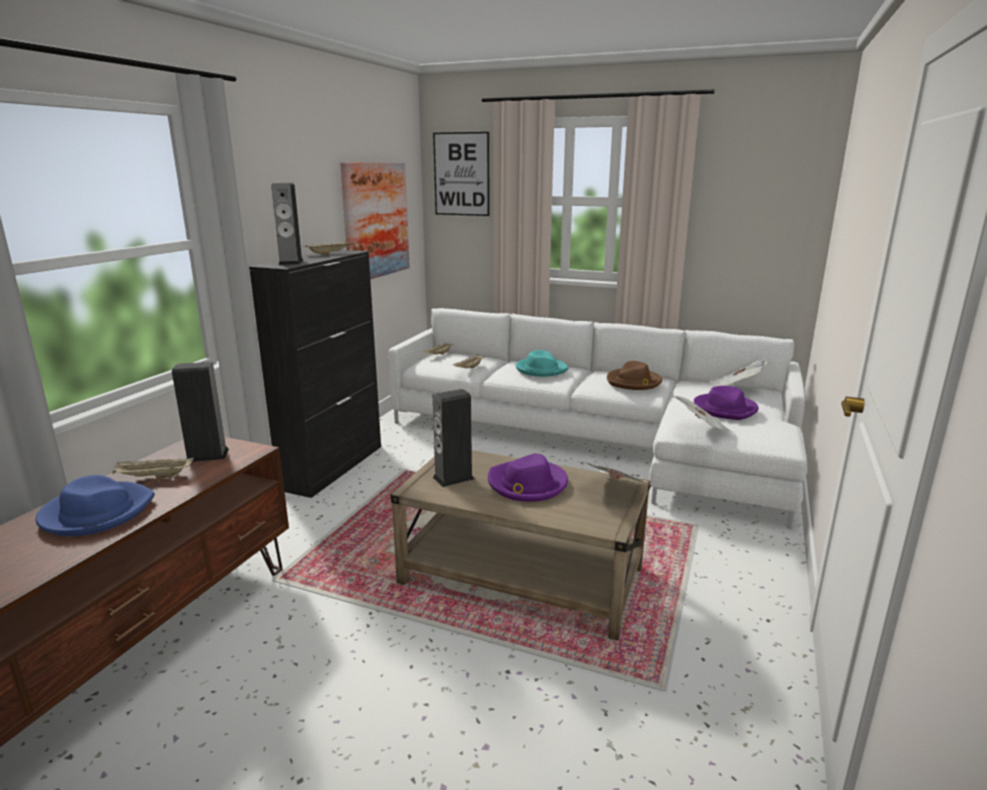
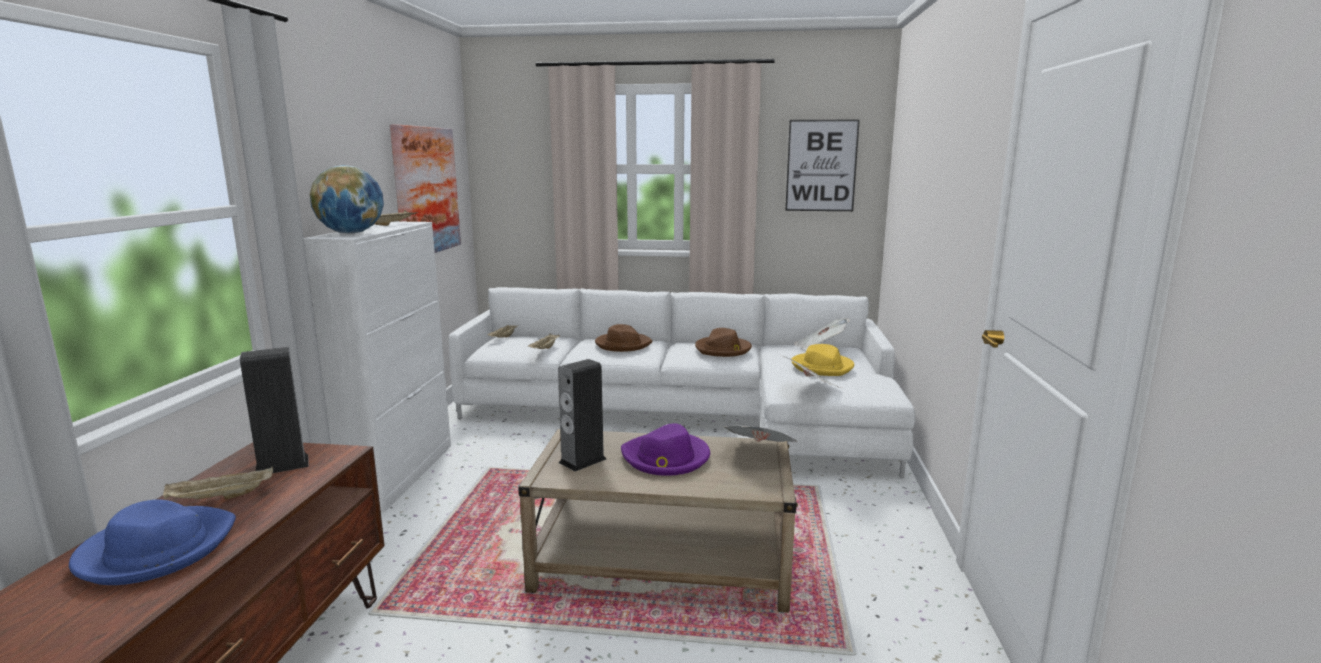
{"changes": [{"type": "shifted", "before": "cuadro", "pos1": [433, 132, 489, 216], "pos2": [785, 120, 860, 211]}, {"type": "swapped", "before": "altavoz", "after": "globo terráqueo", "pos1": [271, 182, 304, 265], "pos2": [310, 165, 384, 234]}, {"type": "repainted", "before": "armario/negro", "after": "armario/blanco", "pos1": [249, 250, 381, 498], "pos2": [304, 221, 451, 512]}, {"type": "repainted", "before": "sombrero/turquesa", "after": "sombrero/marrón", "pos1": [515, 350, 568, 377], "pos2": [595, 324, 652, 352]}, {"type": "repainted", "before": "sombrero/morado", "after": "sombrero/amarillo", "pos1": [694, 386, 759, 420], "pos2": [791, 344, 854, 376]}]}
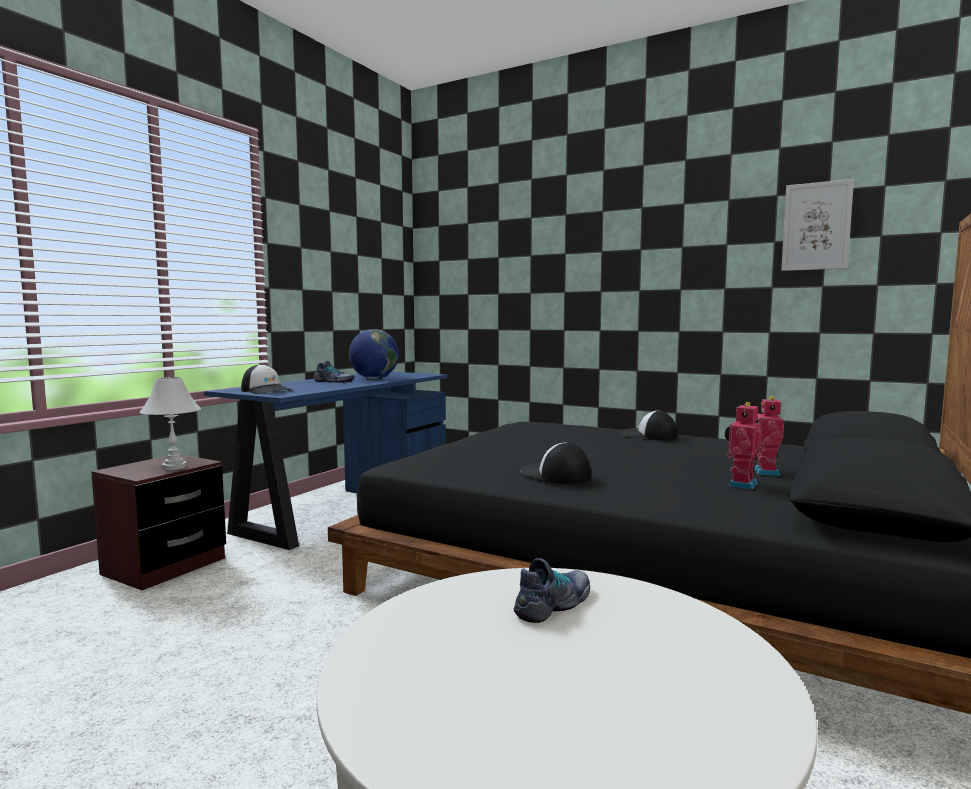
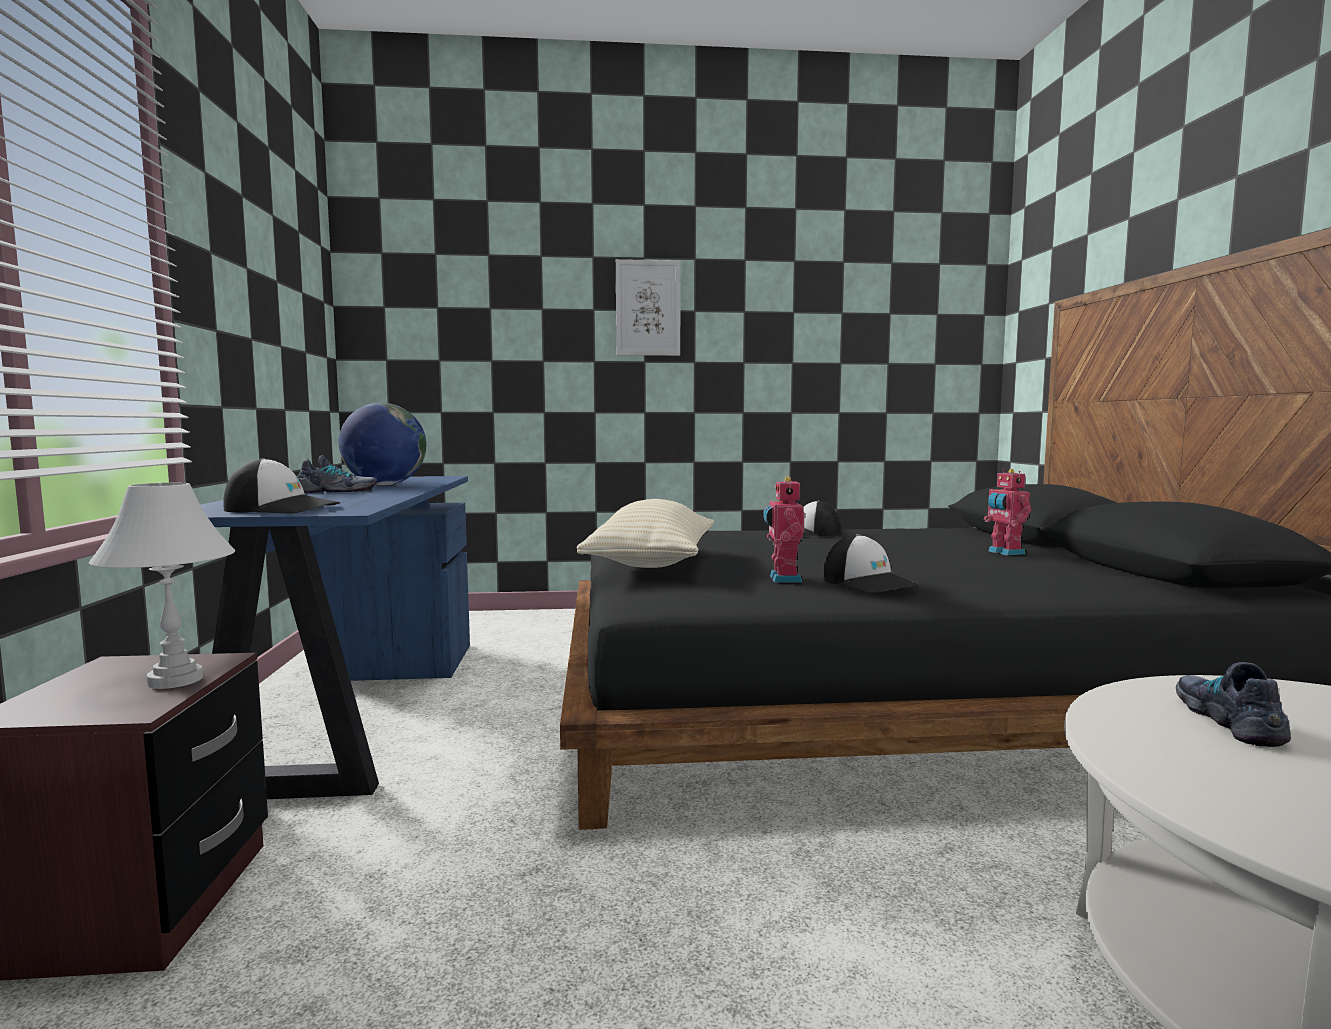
{"changes": [{"type": "shifted", "before": "cuadro", "pos1": [781, 179, 854, 271], "pos2": [616, 259, 681, 356]}, {"type": "shifted", "before": "robot de juguete", "pos1": [725, 402, 761, 490], "pos2": [763, 477, 805, 582]}, {"type": "rotated", "before": "gorra", "pos1": [520, 442, 591, 484], "pos2": [823, 534, 919, 593], "turn": -135}, {"type": "new", "after": "cojín/beis", "pos2": [577, 499, 714, 568]}]}
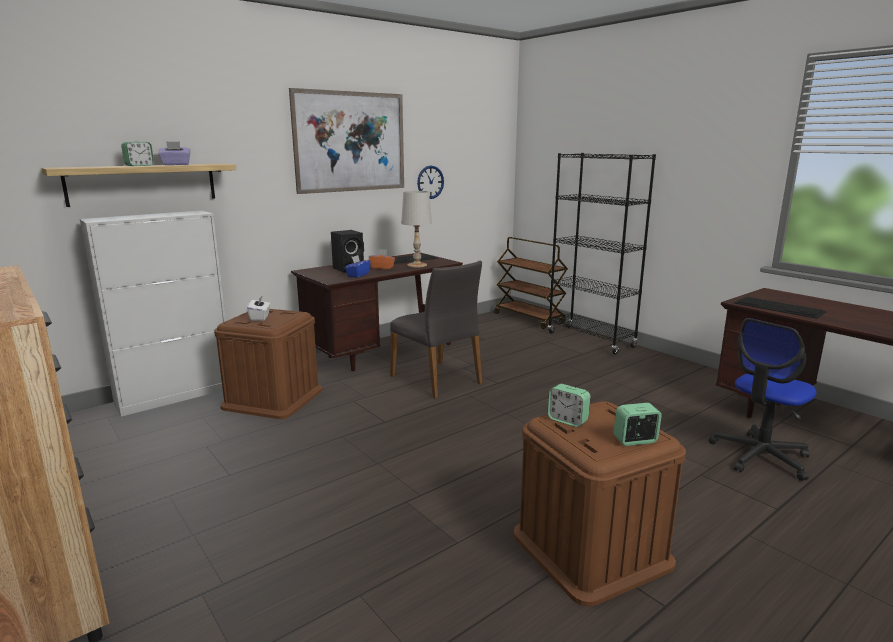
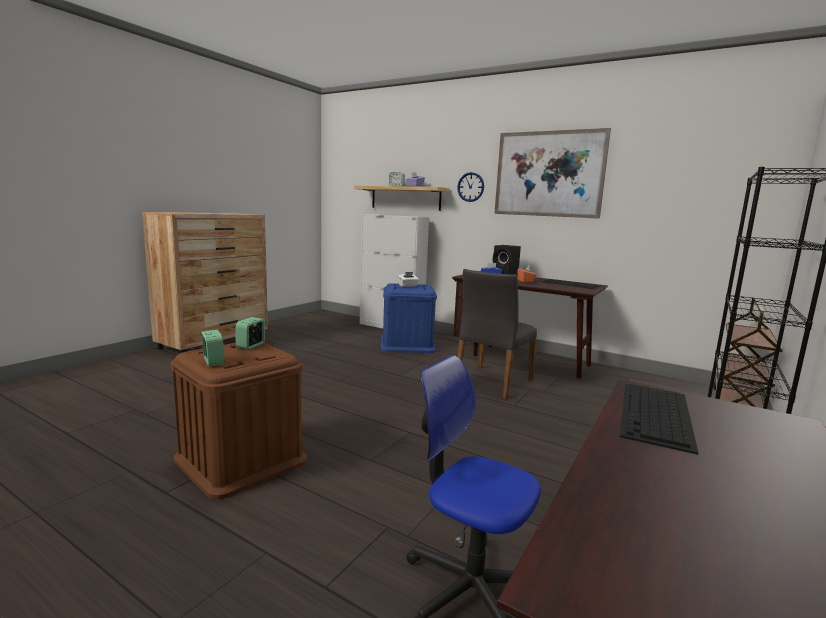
{"changes": [{"type": "shifted", "before": "reloj de pared", "pos1": [417, 166, 444, 199], "pos2": [457, 172, 484, 202]}, {"type": "gone", "before": "lámpara de mesa/blanco", "pos1": [401, 191, 432, 268]}, {"type": "repainted", "before": "caja de almacenaje/marrón", "after": "caja de almacenaje/azul", "pos1": [214, 309, 322, 419], "pos2": [381, 283, 437, 353]}]}
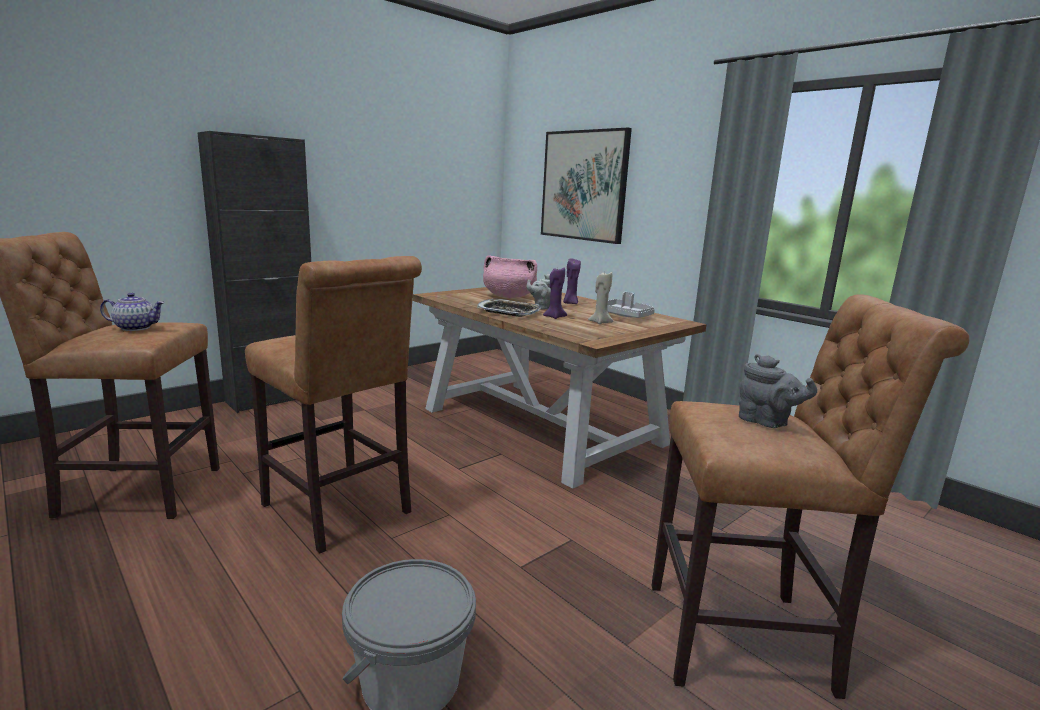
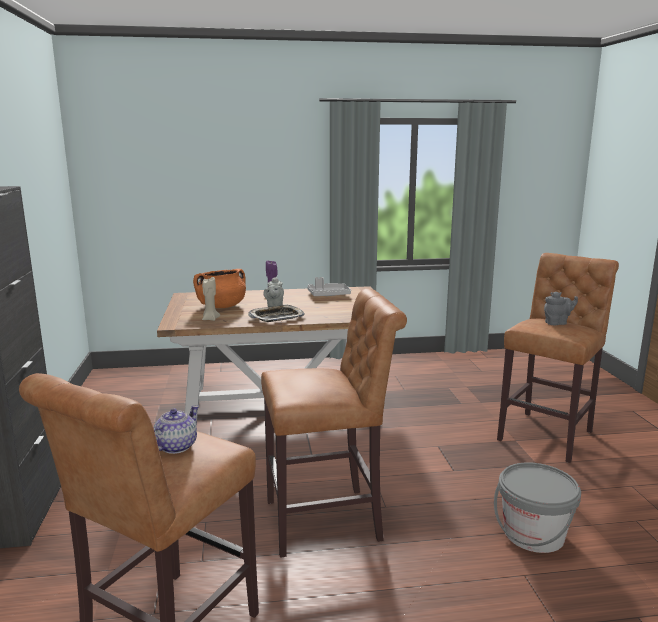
{"changes": [{"type": "gone", "before": "cuadro", "pos1": [541, 128, 632, 244]}, {"type": "repainted", "before": "olla/rosa", "after": "olla/naranja", "pos1": [483, 255, 537, 298], "pos2": [193, 269, 246, 308]}, {"type": "gone", "before": "vela/morado", "pos1": [543, 268, 567, 319]}, {"type": "shifted", "before": "vela/beis", "pos1": [588, 272, 613, 324], "pos2": [202, 277, 220, 321]}]}
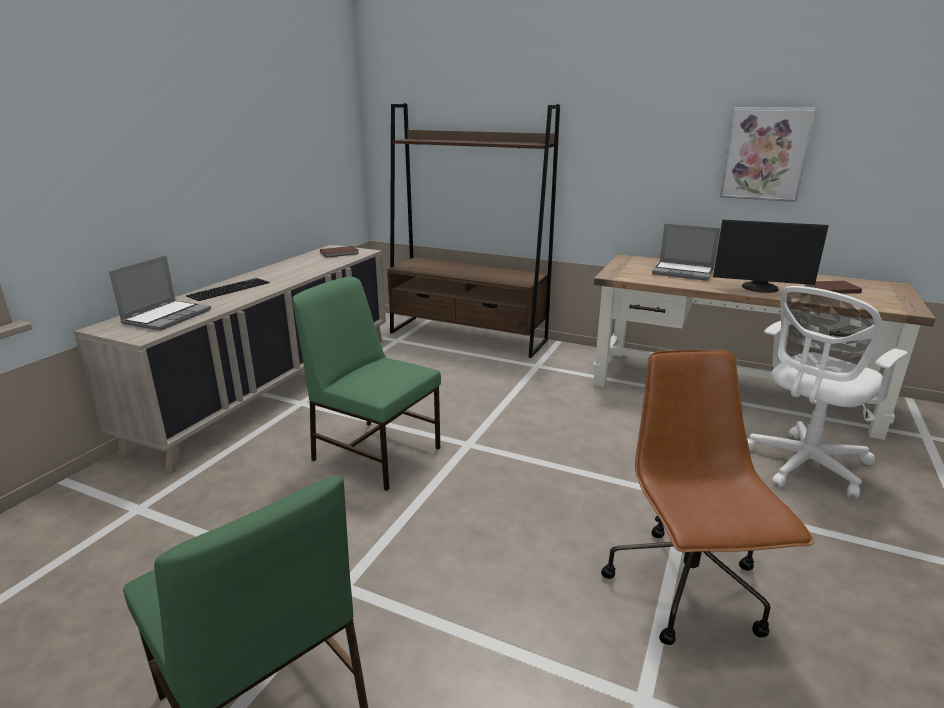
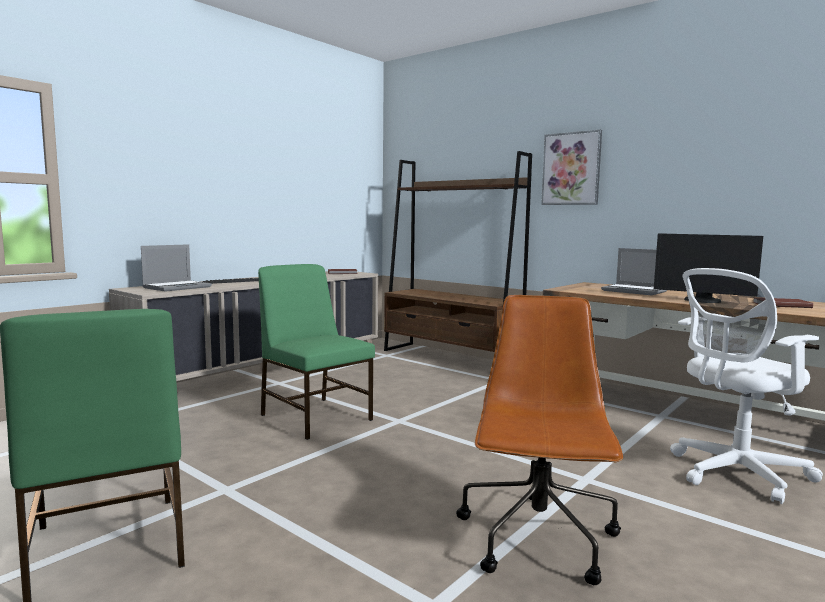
{"changes": [{"type": "shifted", "before": "cuadro", "pos1": [720, 107, 816, 202], "pos2": [541, 130, 602, 205]}]}
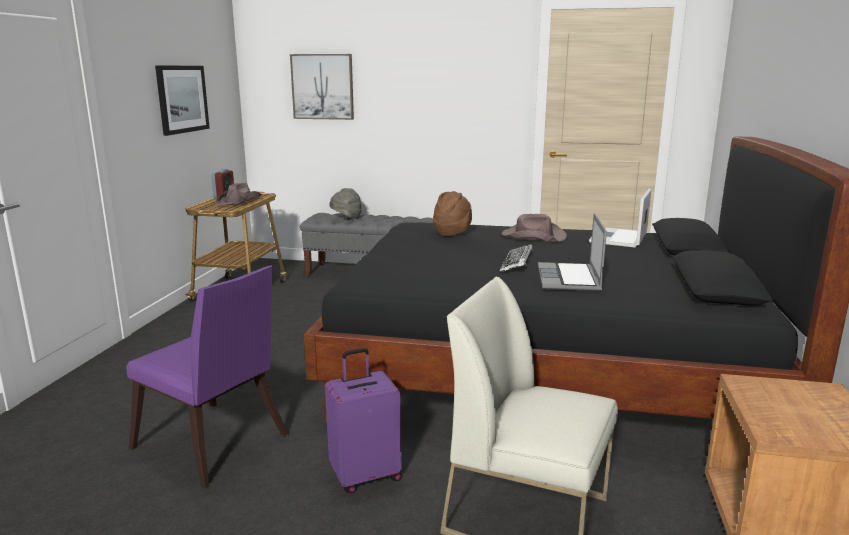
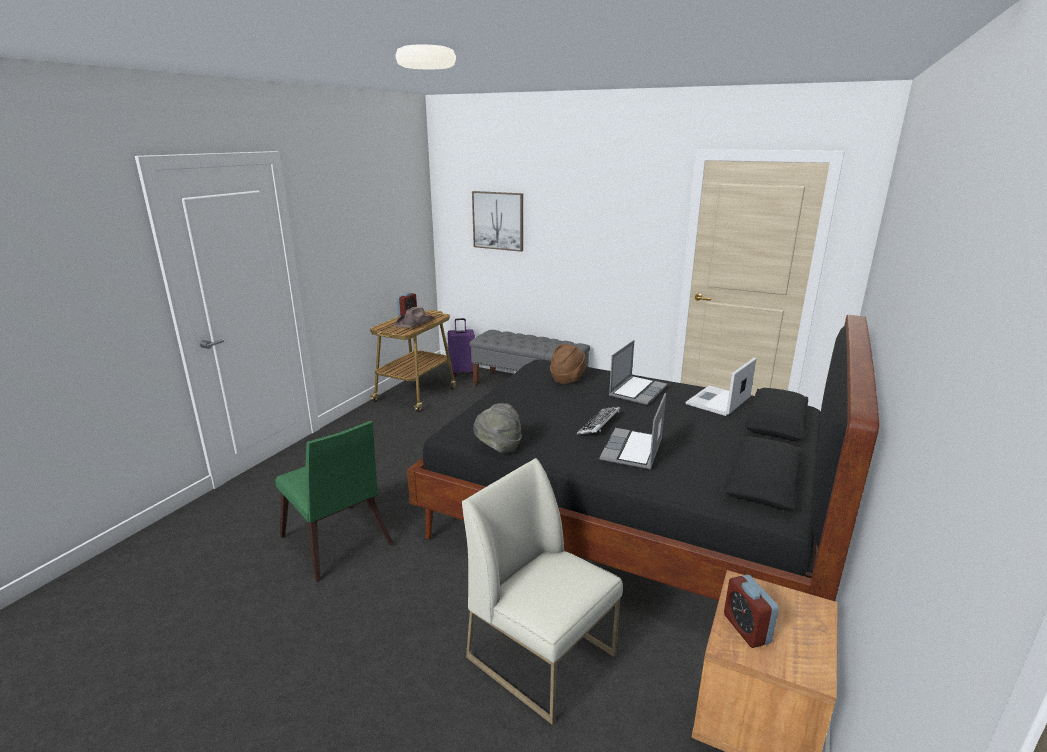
{"changes": [{"type": "gone", "before": "cuadro", "pos1": [155, 65, 210, 136]}, {"type": "shifted", "before": "sombrero/gris", "pos1": [329, 188, 362, 219], "pos2": [473, 403, 522, 453]}, {"type": "swapped", "before": "sombrero/marrón", "after": "portátil", "pos1": [502, 214, 567, 241], "pos2": [609, 340, 667, 405]}, {"type": "repainted", "before": "silla/morado", "after": "silla/verde", "pos1": [126, 266, 288, 489], "pos2": [275, 421, 394, 582]}, {"type": "shifted", "before": "maleta/morado", "pos1": [325, 348, 402, 493], "pos2": [447, 318, 475, 376]}, {"type": "new", "after": "despertador", "pos2": [724, 574, 779, 648]}]}
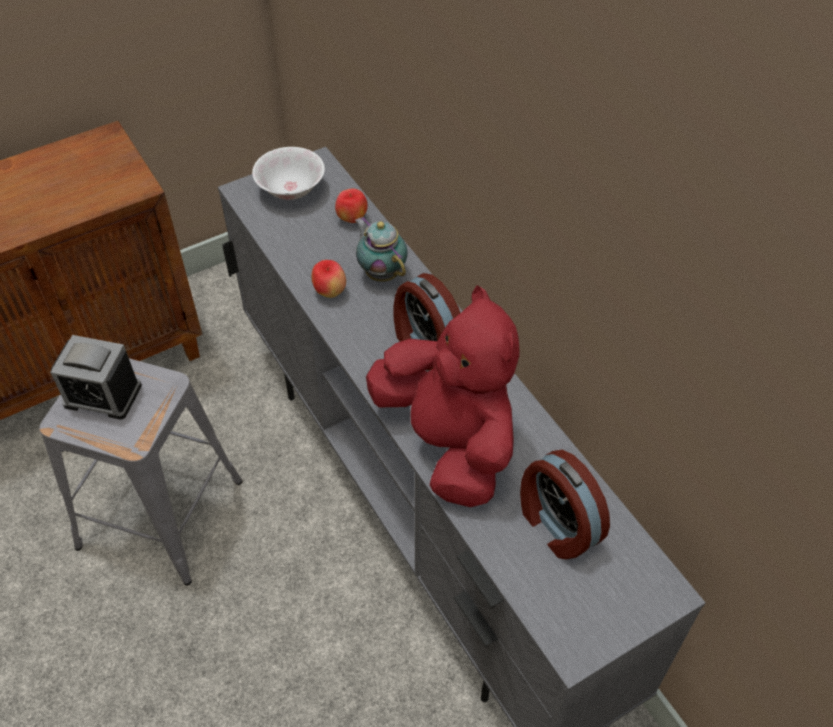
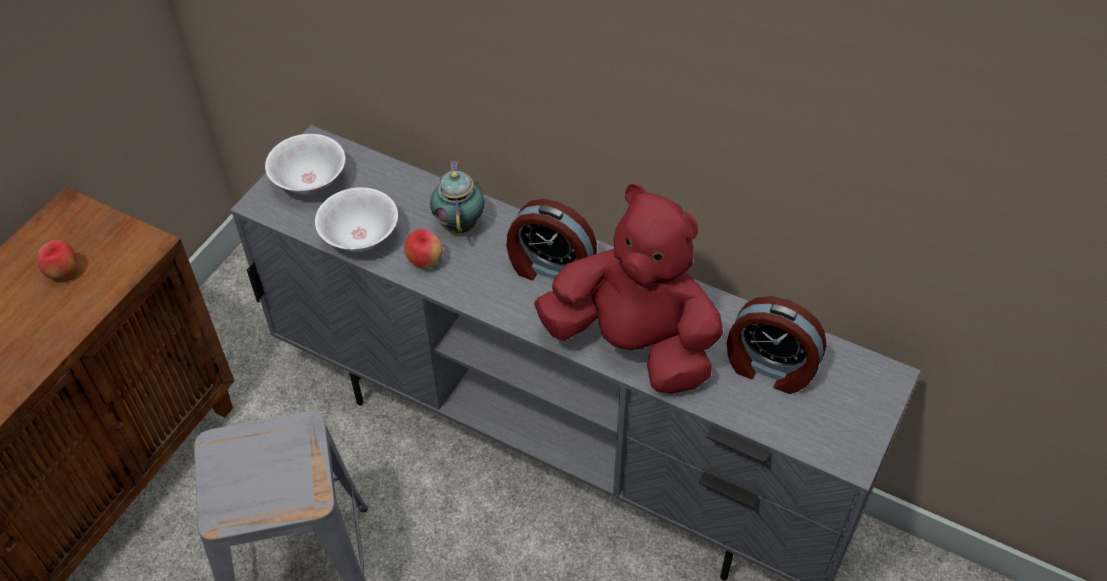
{"changes": [{"type": "shifted", "before": "manzana", "pos1": [335, 188, 368, 223], "pos2": [37, 240, 77, 279]}, {"type": "rotated", "before": "tetera", "pos1": [355, 217, 408, 282], "pos2": [430, 161, 484, 234], "turn": 60}, {"type": "gone", "before": "despertador", "pos1": [50, 335, 142, 420]}, {"type": "new", "after": "cuenco/blanco", "pos2": [315, 187, 398, 252]}]}
